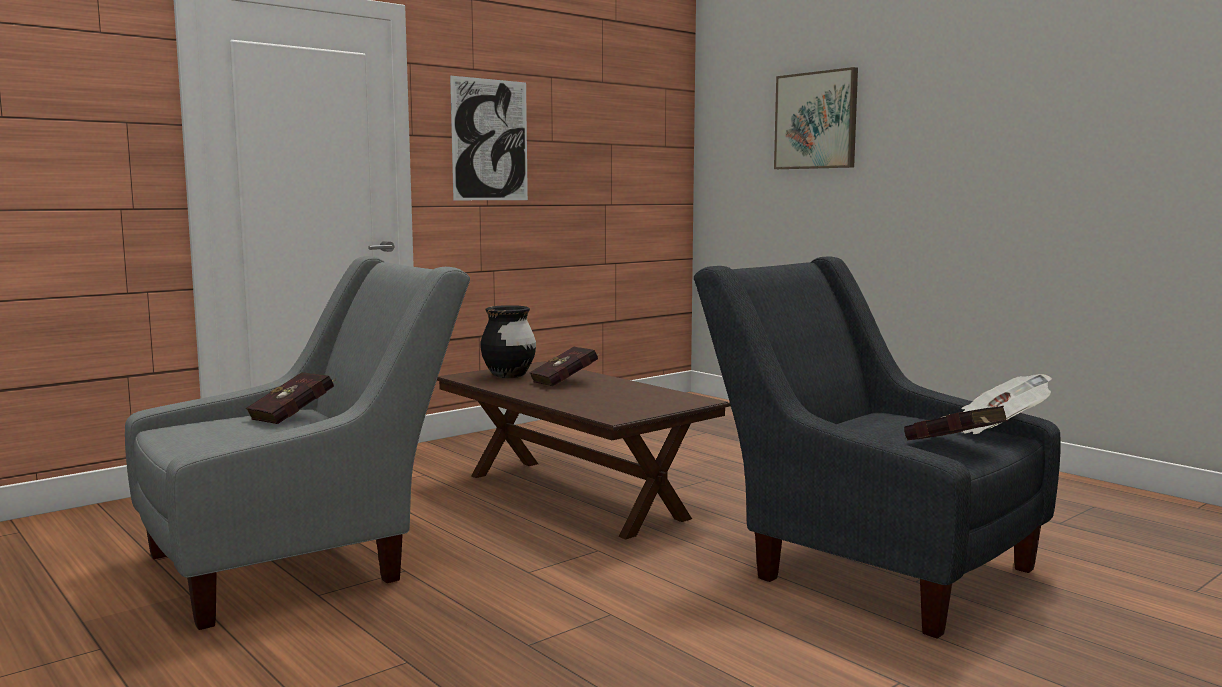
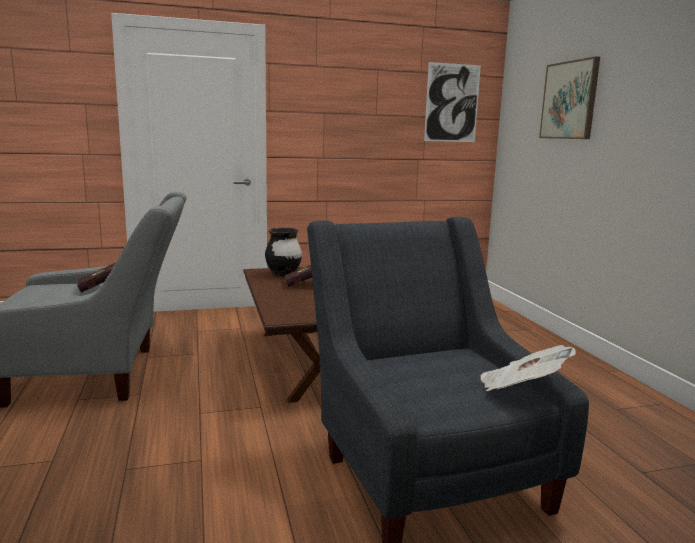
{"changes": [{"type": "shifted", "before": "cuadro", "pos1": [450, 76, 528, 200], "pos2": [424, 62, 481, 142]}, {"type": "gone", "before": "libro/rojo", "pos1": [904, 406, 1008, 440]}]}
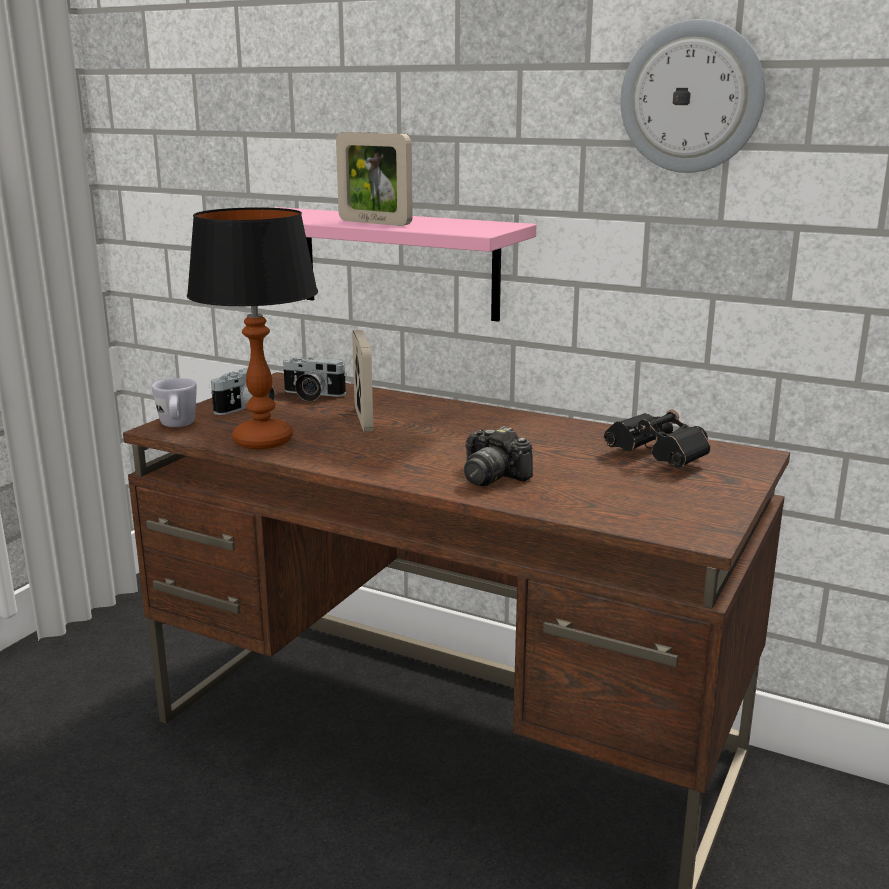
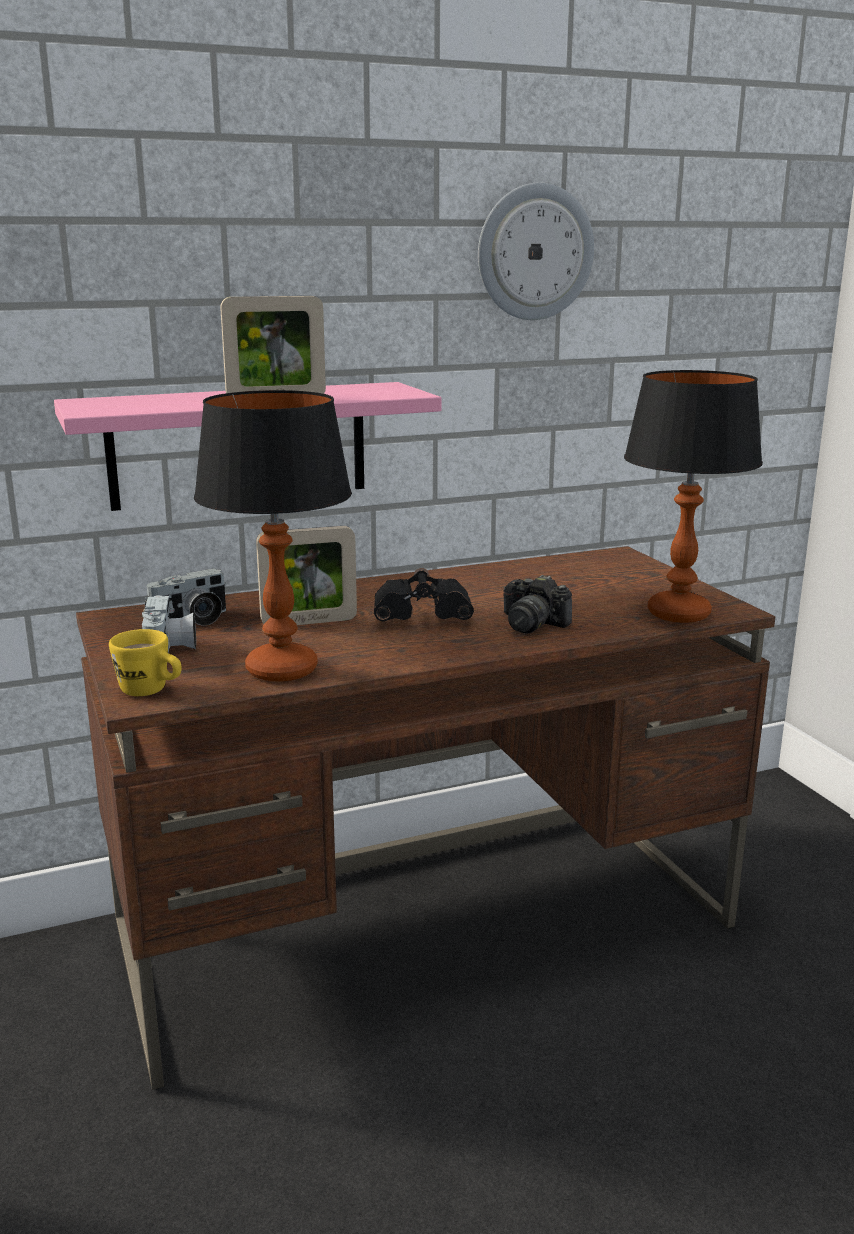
{"changes": [{"type": "rotated", "before": "portarretratos", "pos1": [352, 330, 373, 432], "pos2": [256, 526, 357, 625], "turn": 135}, {"type": "repainted", "before": "taza grande/blanco", "after": "taza grande/amarillo", "pos1": [152, 378, 197, 427], "pos2": [109, 629, 182, 696]}, {"type": "shifted", "before": "prismáticos/negro", "pos1": [604, 409, 711, 468], "pos2": [374, 568, 474, 621]}, {"type": "rotated", "before": "cámara", "pos1": [464, 426, 533, 486], "pos2": [503, 575, 572, 633], "turn": 45}, {"type": "new", "after": "lámpara de mesa", "pos2": [624, 370, 763, 623]}]}
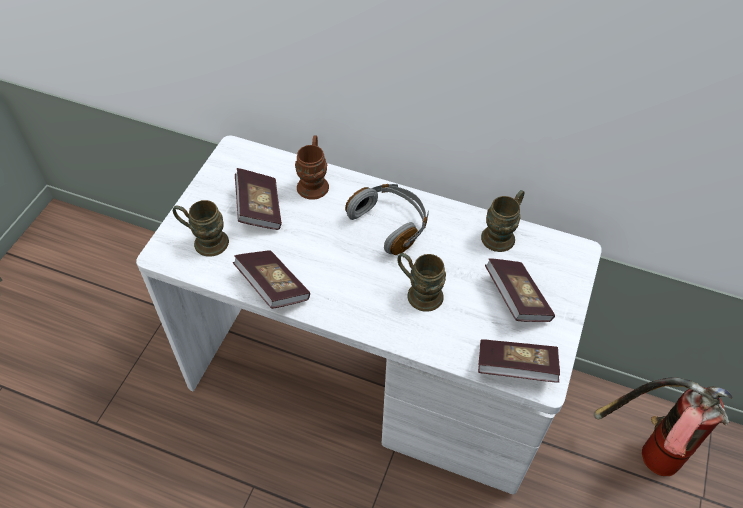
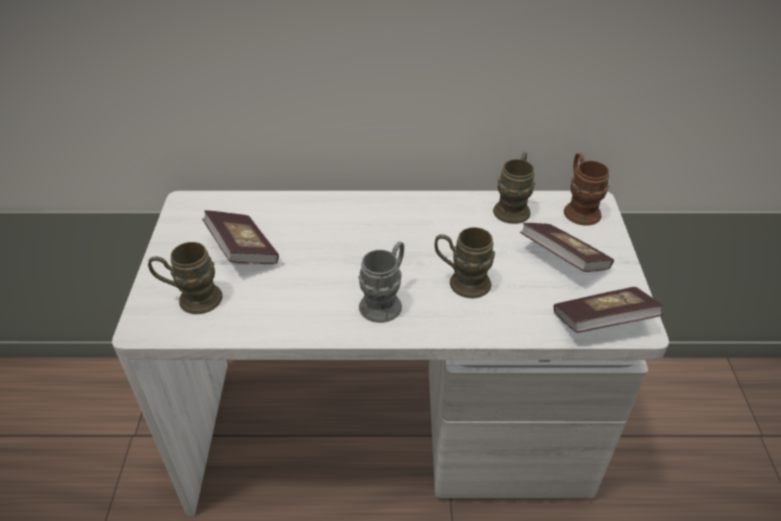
{"changes": [{"type": "shifted", "before": "taza grande/marrón", "pos1": [295, 135, 329, 200], "pos2": [564, 153, 609, 226]}, {"type": "gone", "before": "auriculares/gris", "pos1": [345, 184, 429, 255]}, {"type": "gone", "before": "libro", "pos1": [233, 250, 310, 309]}, {"type": "gone", "before": "extintor", "pos1": [593, 377, 732, 476]}, {"type": "new", "after": "taza grande/gris", "pos2": [358, 242, 404, 323]}]}
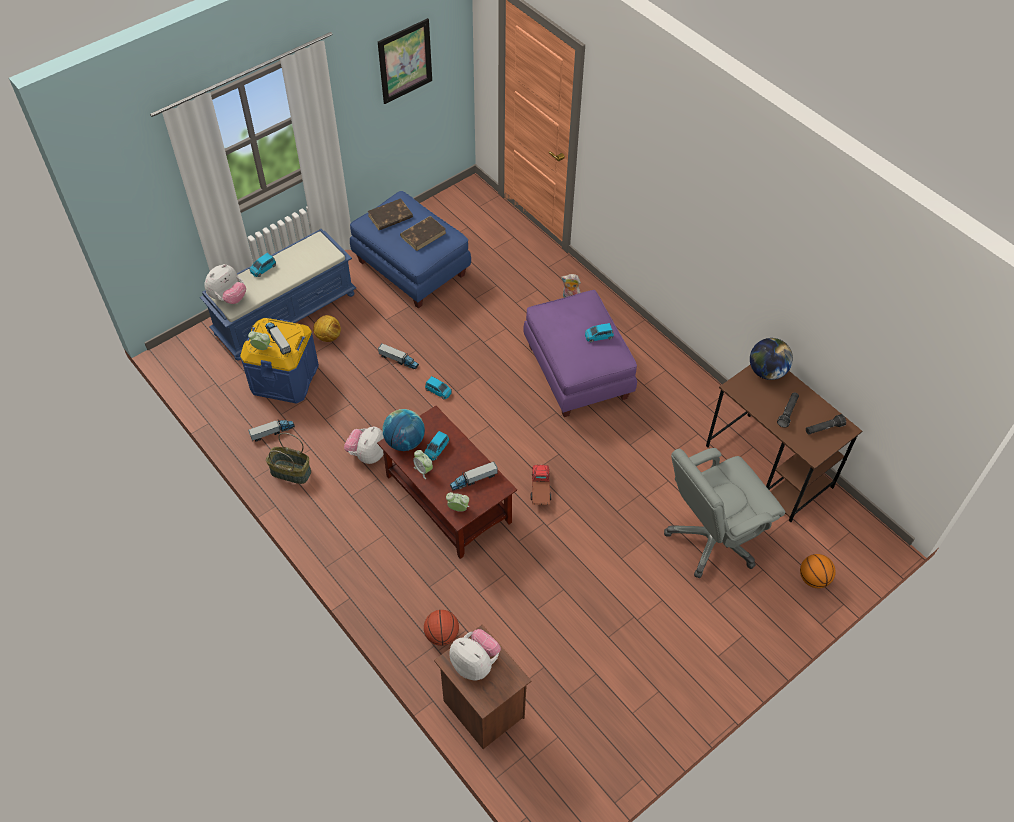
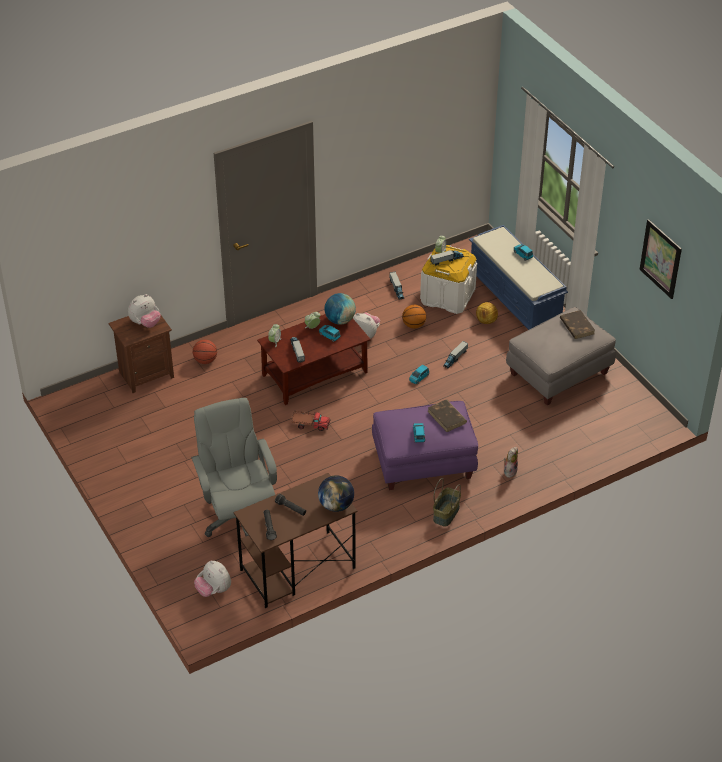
{"changes": [{"type": "repainted", "before": "puf/azul", "after": "puf/gris", "pos1": [350, 191, 471, 308], "pos2": [506, 307, 616, 406]}, {"type": "shifted", "before": "libro/marrón", "pos1": [400, 216, 446, 251], "pos2": [427, 399, 467, 432]}, {"type": "shifted", "before": "peluche", "pos1": [204, 264, 246, 304], "pos2": [194, 561, 231, 597]}, {"type": "repainted", "before": "caja de almacenaje/azul", "after": "caja de almacenaje/blanco", "pos1": [240, 318, 319, 404], "pos2": [420, 245, 477, 314]}, {"type": "shifted", "before": "cesta", "pos1": [266, 433, 311, 484], "pos2": [433, 478, 461, 527]}, {"type": "shifted", "before": "balón de baloncesto", "pos1": [800, 554, 836, 588], "pos2": [402, 305, 426, 329]}]}
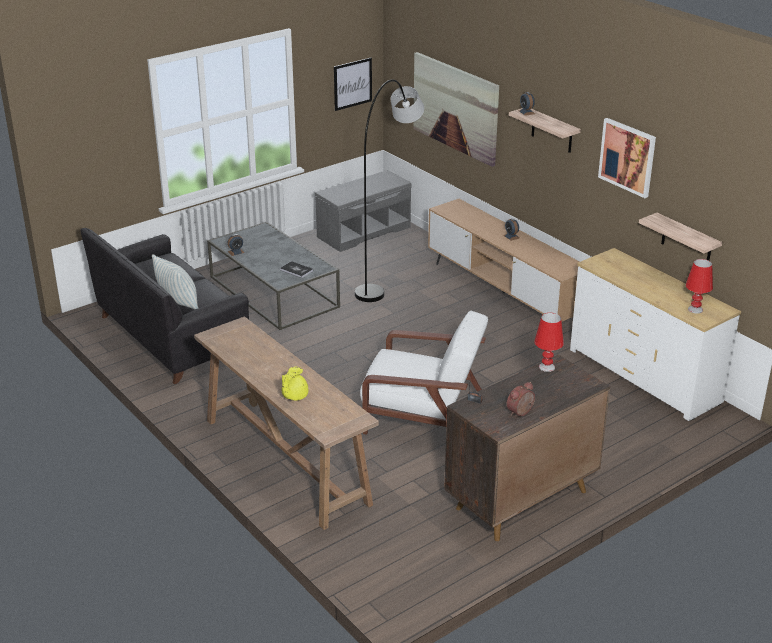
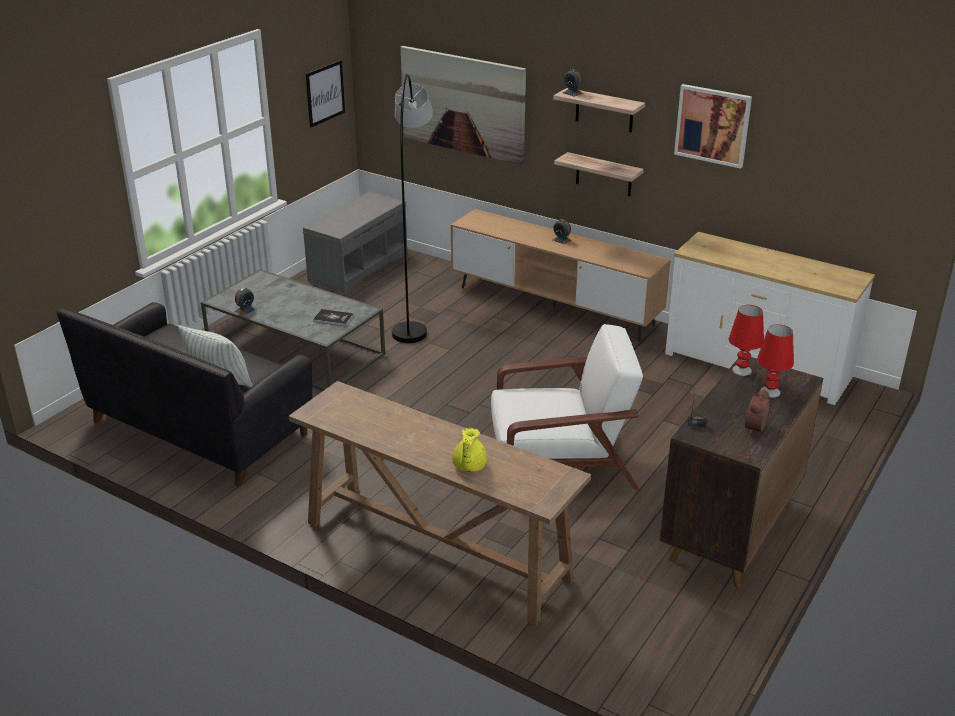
{"changes": [{"type": "shifted", "before": "estante", "pos1": [639, 213, 722, 260], "pos2": [554, 152, 644, 196]}, {"type": "shifted", "before": "lámpara de mesa/rojo", "pos1": [686, 259, 713, 314], "pos2": [757, 324, 794, 398]}]}
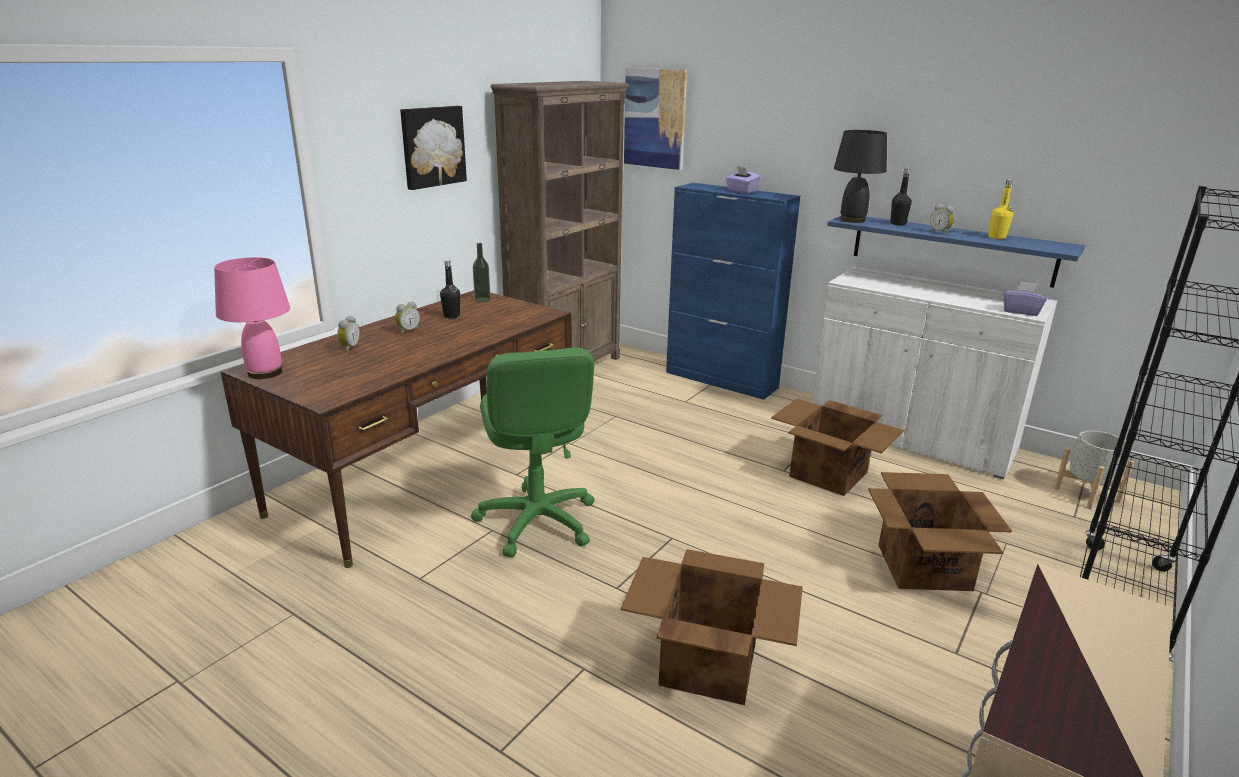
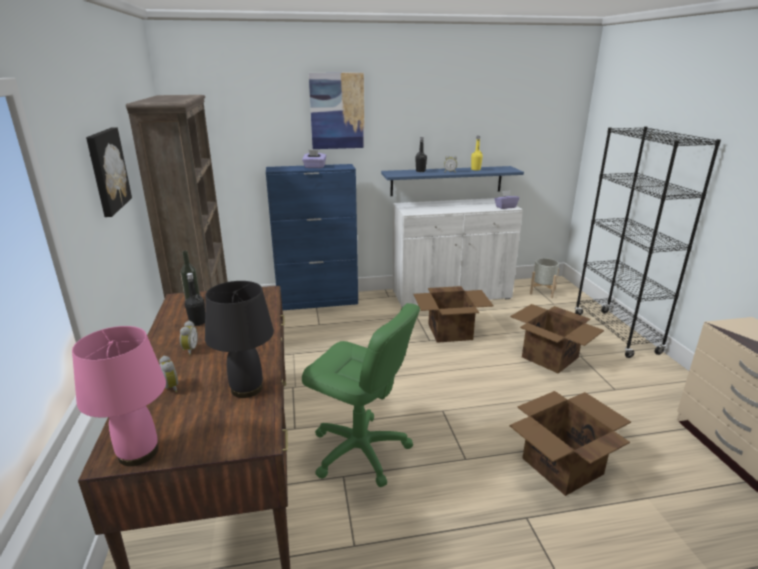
{"changes": [{"type": "shifted", "before": "cuadro", "pos1": [624, 68, 687, 170], "pos2": [309, 73, 365, 149]}, {"type": "shifted", "before": "lámpara de mesa/negro", "pos1": [834, 130, 887, 223], "pos2": [205, 281, 274, 398]}]}
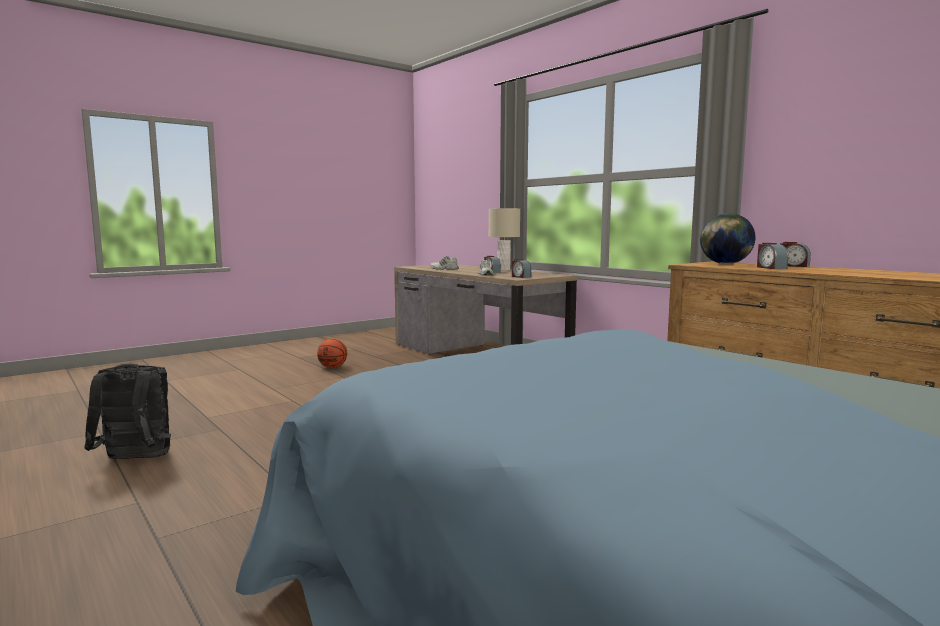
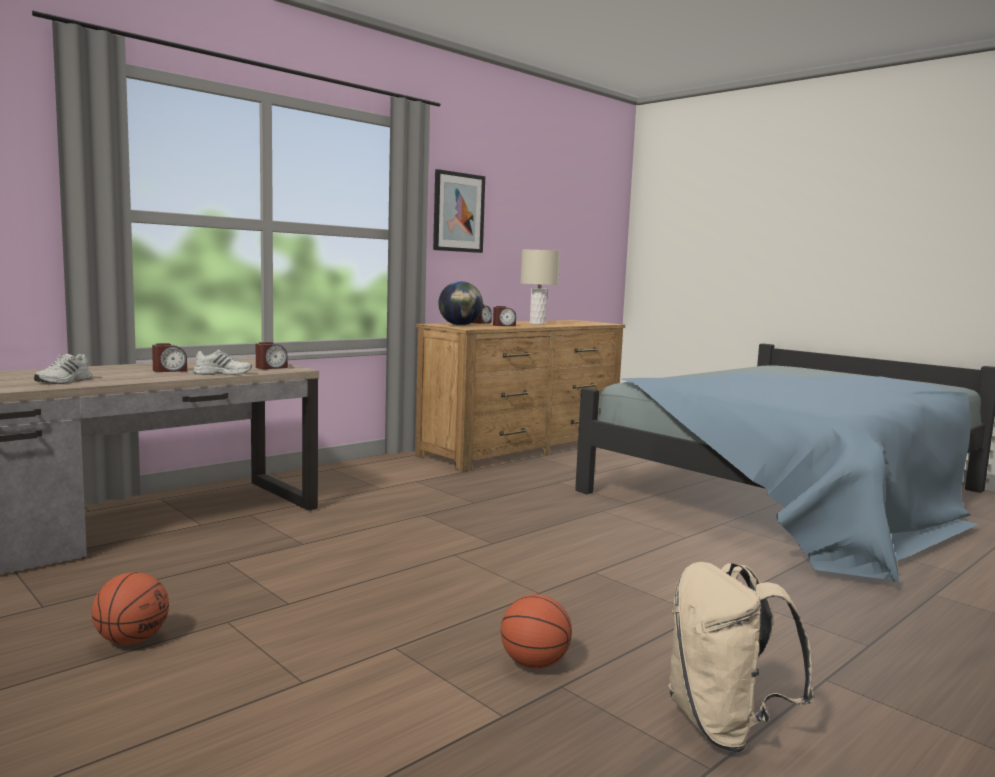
{"changes": [{"type": "shifted", "before": "lámpara de mesa/beis", "pos1": [489, 208, 520, 270], "pos2": [521, 250, 560, 324]}, {"type": "repainted", "before": "mochila/negro", "after": "mochila/beis", "pos1": [84, 364, 171, 459], "pos2": [668, 562, 815, 752]}, {"type": "new", "after": "cuadro", "pos2": [433, 169, 485, 253]}, {"type": "new", "after": "balón de baloncesto", "pos2": [501, 594, 572, 669]}]}
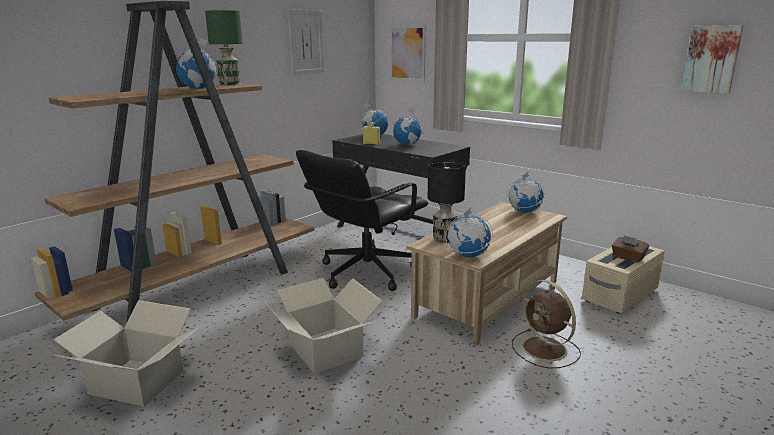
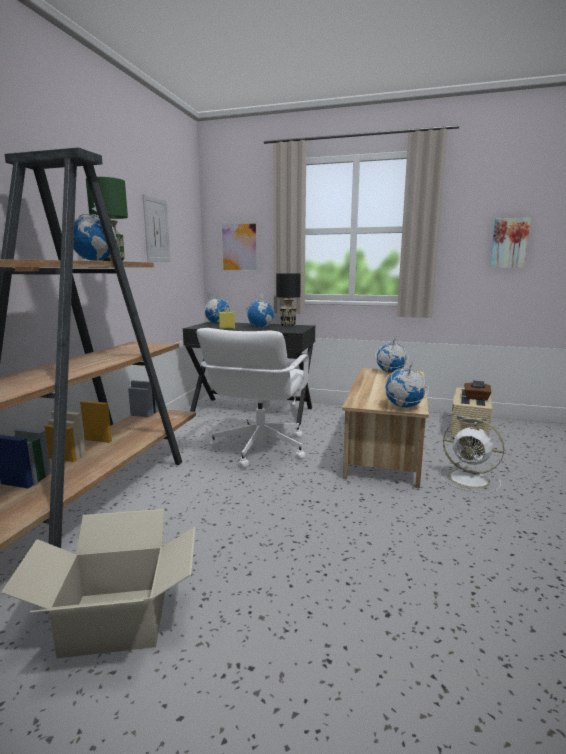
{"changes": [{"type": "repainted", "before": "silla de oficina/negro", "after": "silla de oficina/blanco", "pos1": [296, 150, 428, 291], "pos2": [197, 328, 309, 468]}, {"type": "shifted", "before": "lámpara de mesa/negro", "pos1": [428, 160, 466, 243], "pos2": [276, 273, 301, 327]}, {"type": "gone", "before": "caja de cartón", "pos1": [264, 278, 382, 374]}, {"type": "repainted", "before": "ventilador/marrón", "after": "ventilador/blanco", "pos1": [512, 280, 581, 369], "pos2": [440, 418, 504, 493]}]}
